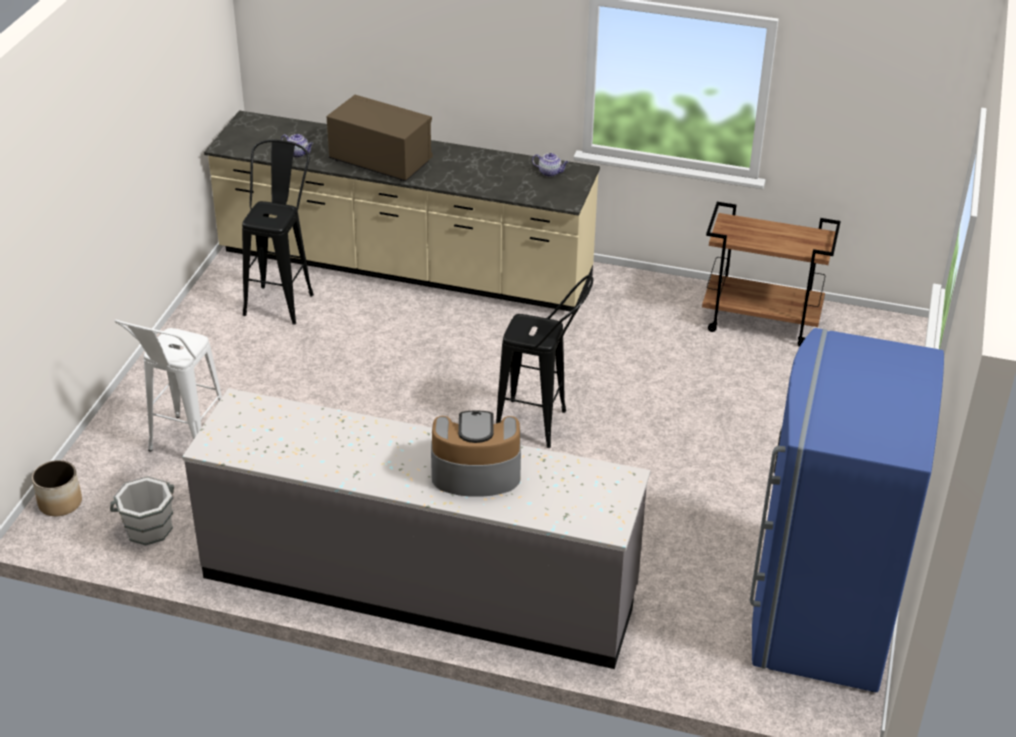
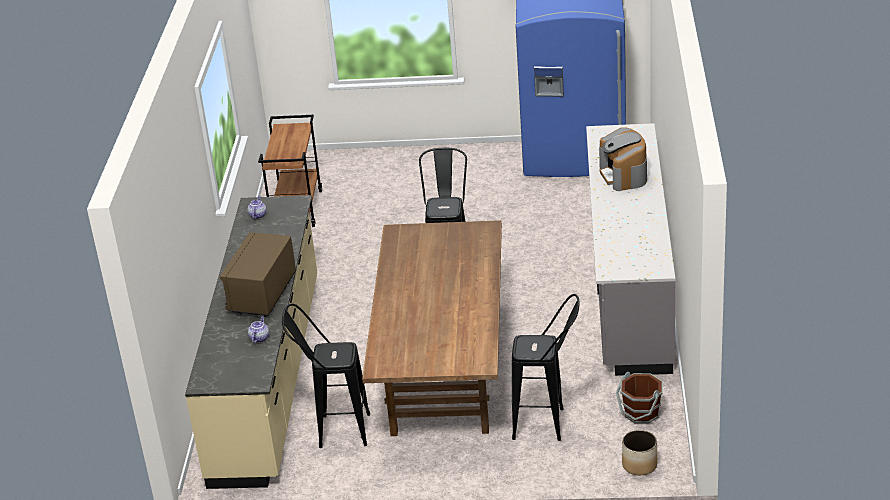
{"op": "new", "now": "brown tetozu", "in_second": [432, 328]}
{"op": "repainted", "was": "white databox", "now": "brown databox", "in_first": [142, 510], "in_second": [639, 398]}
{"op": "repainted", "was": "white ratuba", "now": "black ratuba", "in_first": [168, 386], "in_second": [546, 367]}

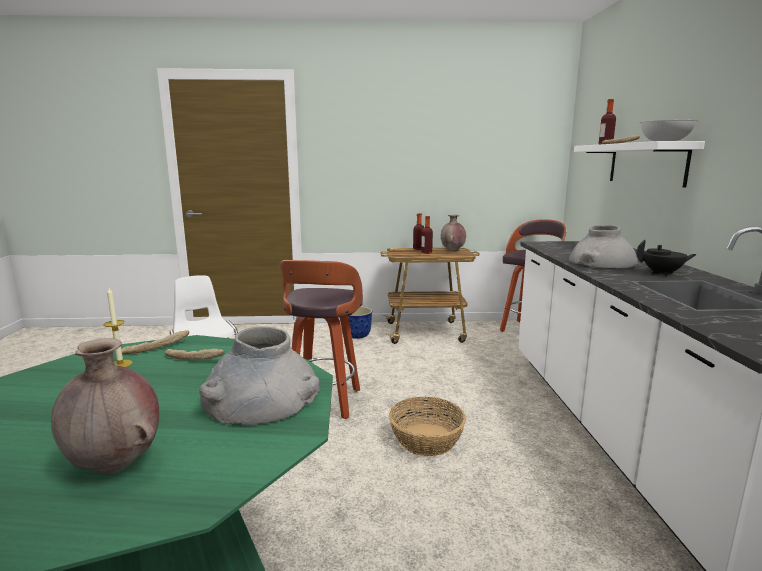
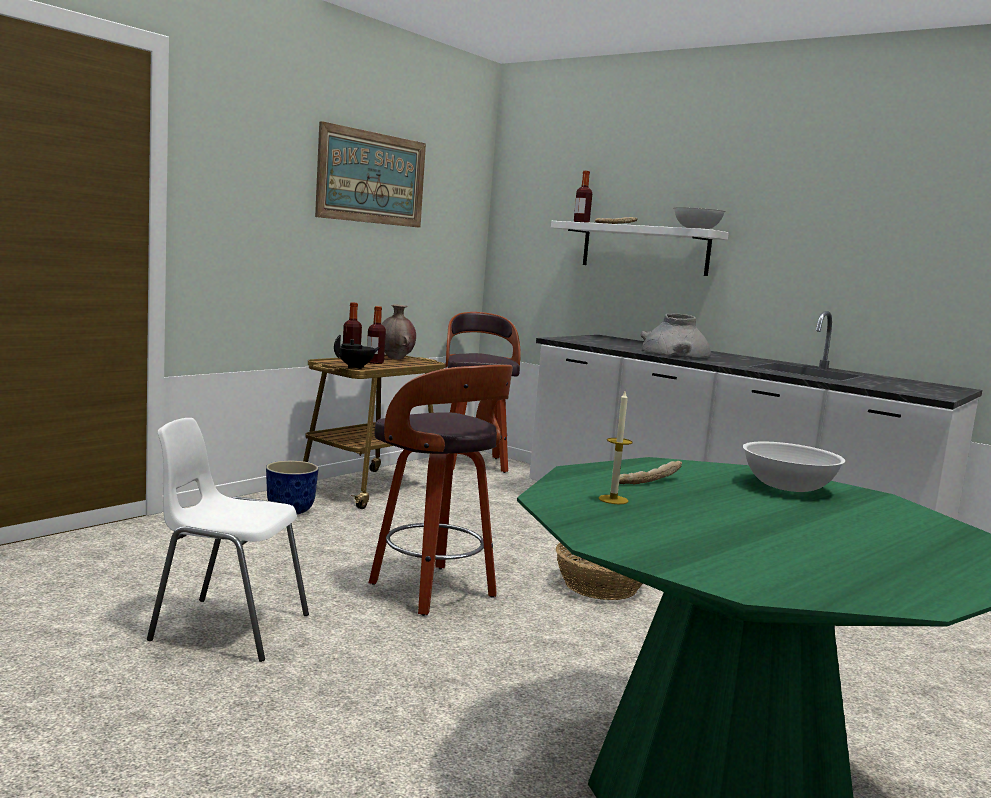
{"op": "gone", "was": "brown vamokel", "in_first": [105, 406]}
{"op": "gone", "was": "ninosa", "in_first": [155, 342]}
{"op": "new", "now": "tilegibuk", "in_second": [370, 174]}
{"op": "shifted", "was": "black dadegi", "in_first": [666, 258], "in_second": [357, 352]}
{"op": "swapped", "was": "grey vamokel", "now": "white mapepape", "in_first": [259, 376], "in_second": [794, 467]}

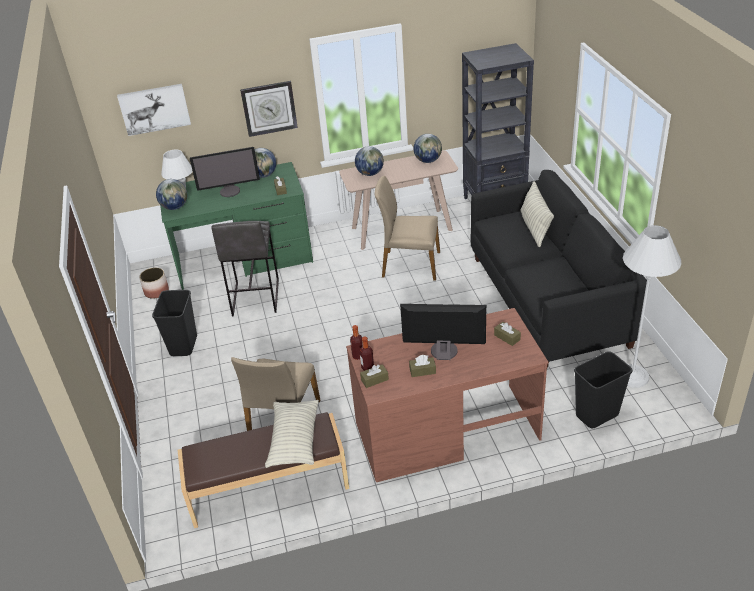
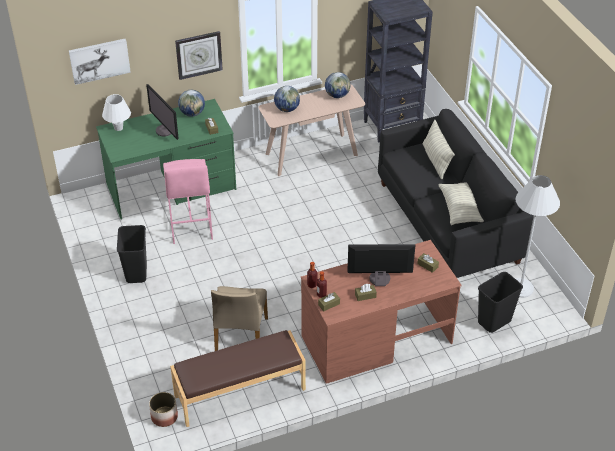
{"op": "gone", "was": "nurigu", "in_first": [171, 194]}
{"op": "gone", "was": "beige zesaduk", "in_first": [407, 228]}
{"op": "shifted", "was": "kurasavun", "in_first": [154, 283], "in_second": [163, 409]}
{"op": "shifted", "was": "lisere", "in_first": [292, 434], "in_second": [461, 203]}
{"op": "repainted", "was": "grey ratuba", "now": "pink ratuba", "in_first": [245, 268], "in_second": [188, 201]}
{"op": "rotated", "was": "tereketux", "in_first": [225, 172], "in_second": [162, 112], "clockwise": 75}

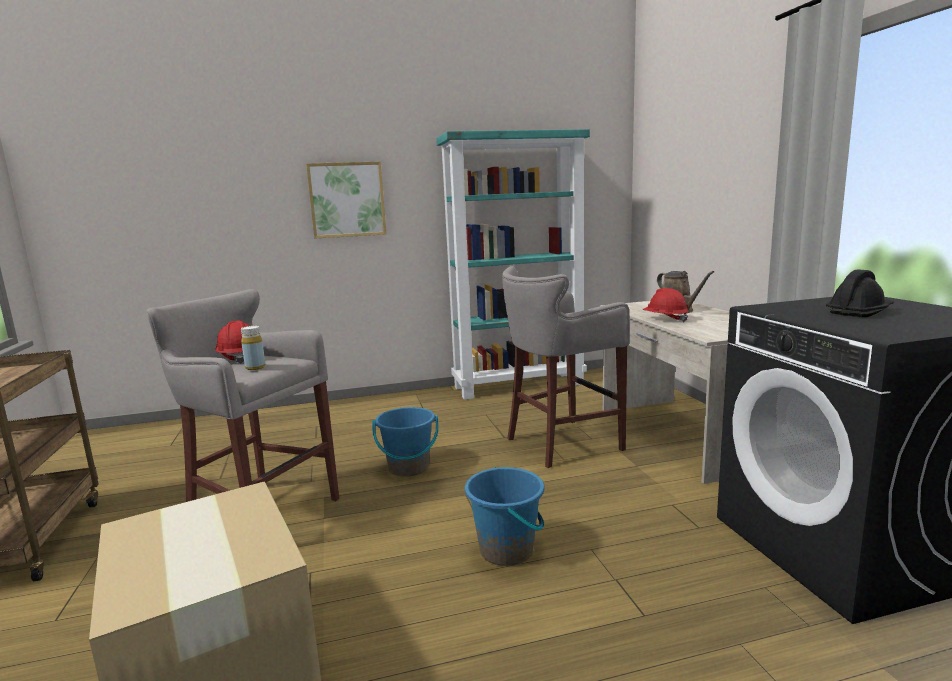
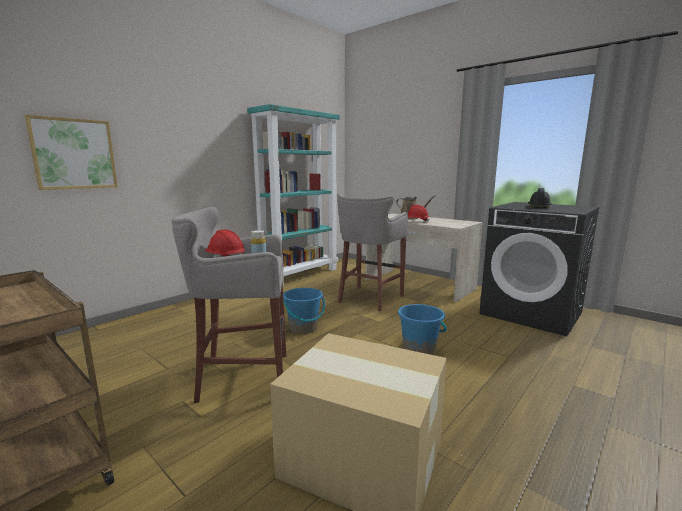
{"op": "shifted", "was": "tilegibuk", "in_first": [346, 200], "in_second": [71, 152]}

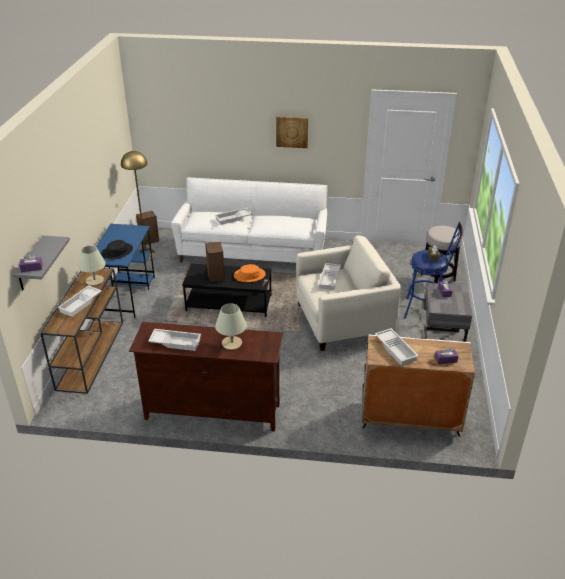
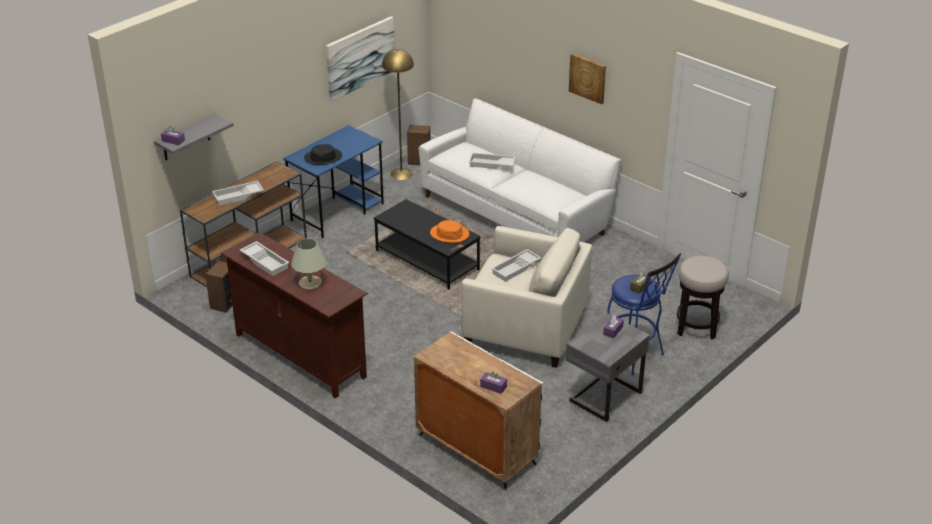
{"op": "gone", "was": "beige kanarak", "in_first": [92, 265]}
{"op": "gone", "was": "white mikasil", "in_first": [397, 347]}
{"op": "new", "now": "tilegibuk", "in_second": [360, 58]}
{"op": "shifted", "was": "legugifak", "in_first": [215, 262], "in_second": [219, 286]}

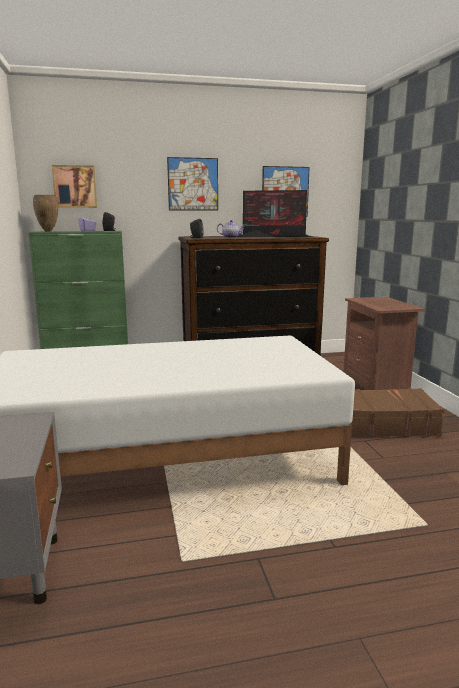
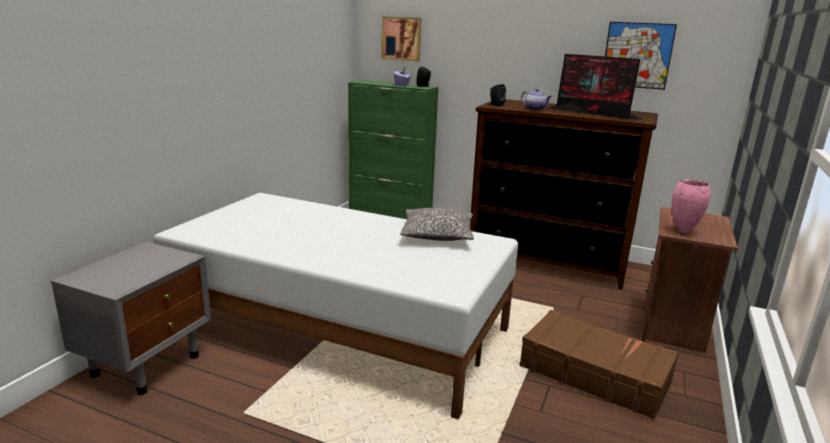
{"op": "gone", "was": "brown vamokel", "in_first": [45, 213]}
{"op": "gone", "was": "tilegibuk", "in_first": [192, 183]}
{"op": "new", "now": "lisere", "in_second": [437, 224]}
{"op": "new", "now": "pink vamokel", "in_second": [691, 206]}

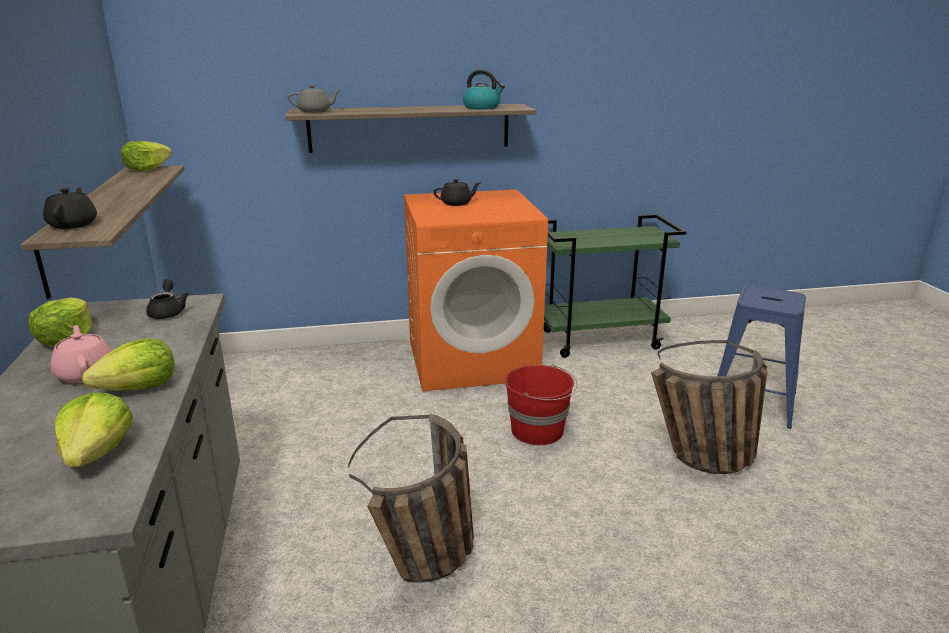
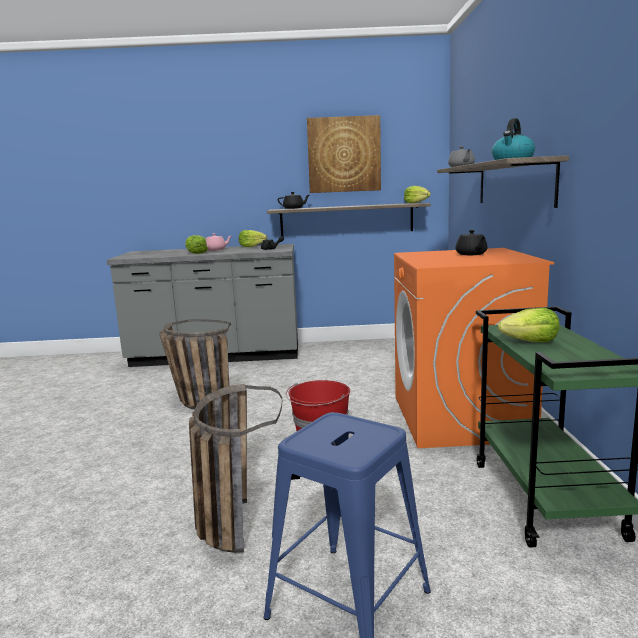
{"op": "new", "now": "tilegibuk", "in_second": [344, 154]}
{"op": "shifted", "was": "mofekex", "in_first": [94, 429], "in_second": [529, 325]}

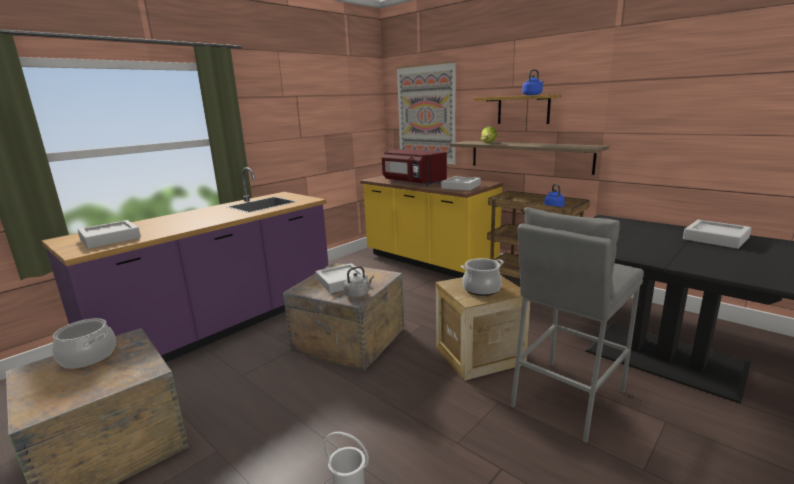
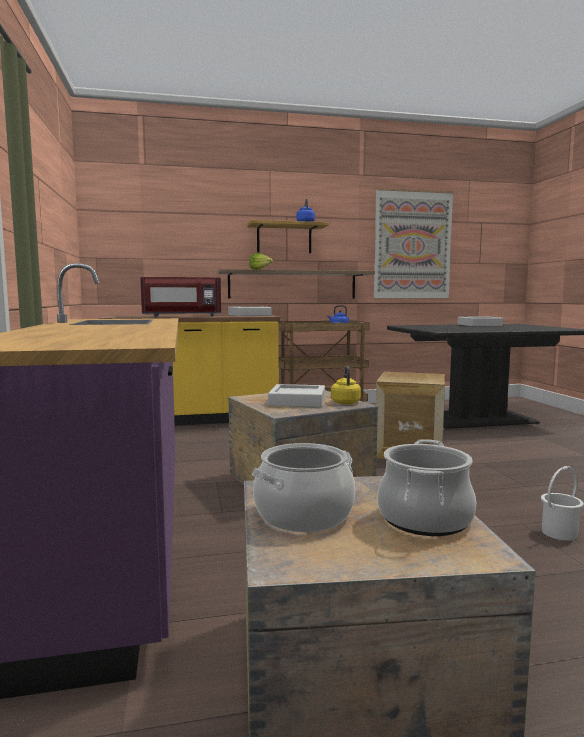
{"op": "gone", "was": "grey mikasil", "in_first": [109, 234]}
{"op": "gone", "was": "grey ratuba", "in_first": [577, 325]}
{"op": "shifted", "was": "tilegibuk", "in_first": [426, 113], "in_second": [413, 244]}
{"op": "shifted", "was": "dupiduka", "in_first": [482, 277], "in_second": [426, 487]}
{"op": "repainted", "was": "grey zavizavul", "now": "yellow zavizavul", "in_first": [359, 282], "in_second": [346, 385]}

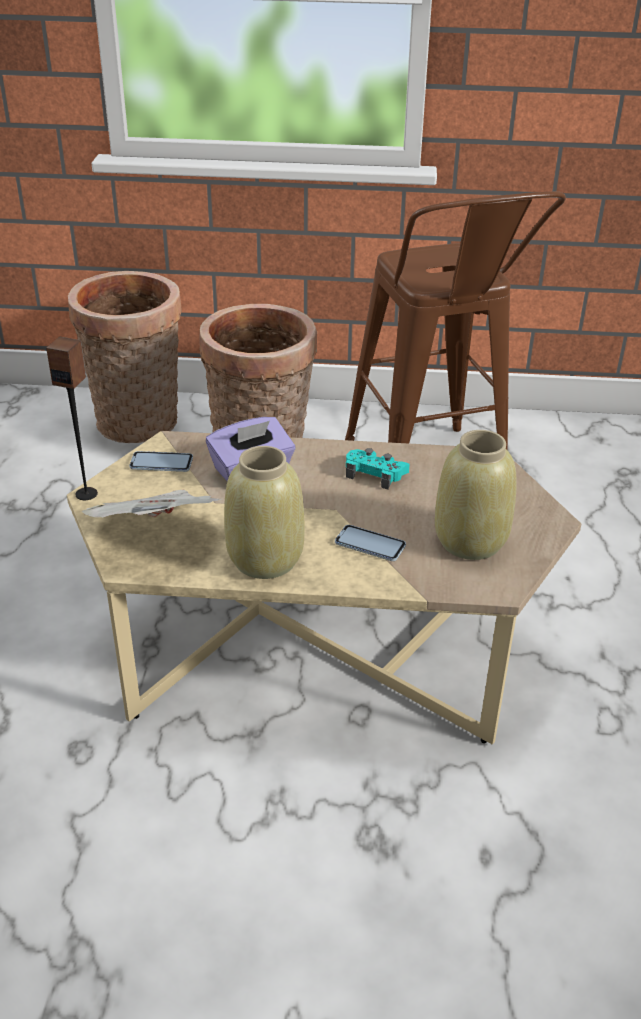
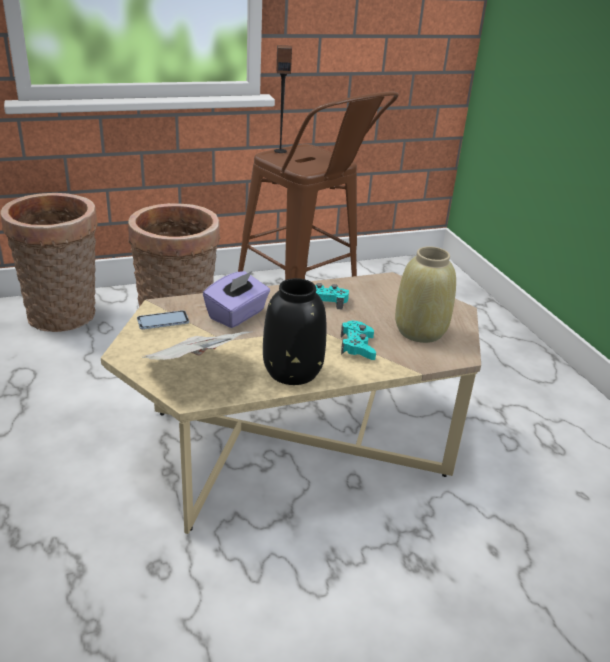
{"op": "shifted", "was": "legugifak", "in_first": [72, 418], "in_second": [283, 99]}
{"op": "swapped", "was": "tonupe", "now": "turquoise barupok", "in_first": [370, 543], "in_second": [358, 340]}
{"op": "repainted", "was": "beige vamokel", "now": "black vamokel", "in_first": [264, 512], "in_second": [294, 331]}

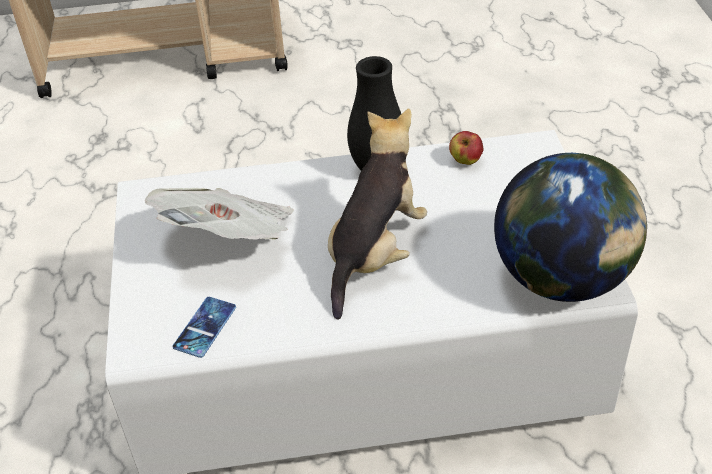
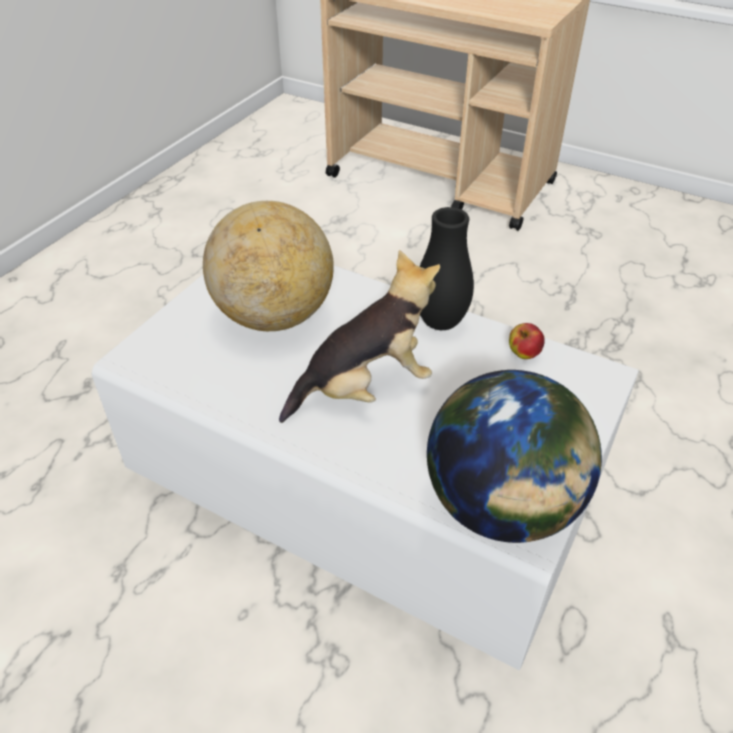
{"op": "gone", "was": "tonupe", "in_first": [204, 327]}
{"op": "swapped", "was": "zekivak", "now": "nurigu", "in_first": [219, 214], "in_second": [268, 266]}

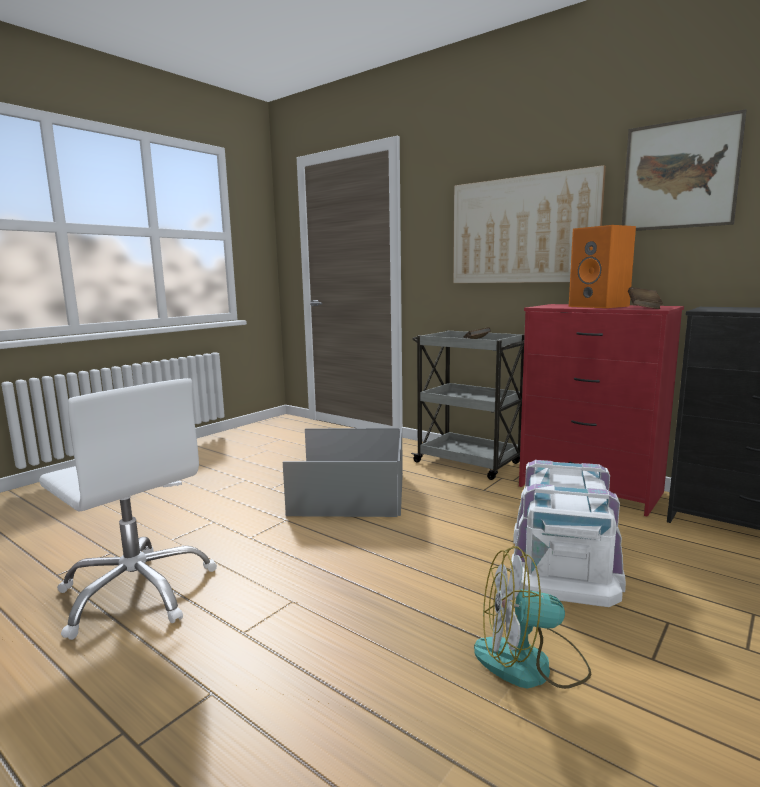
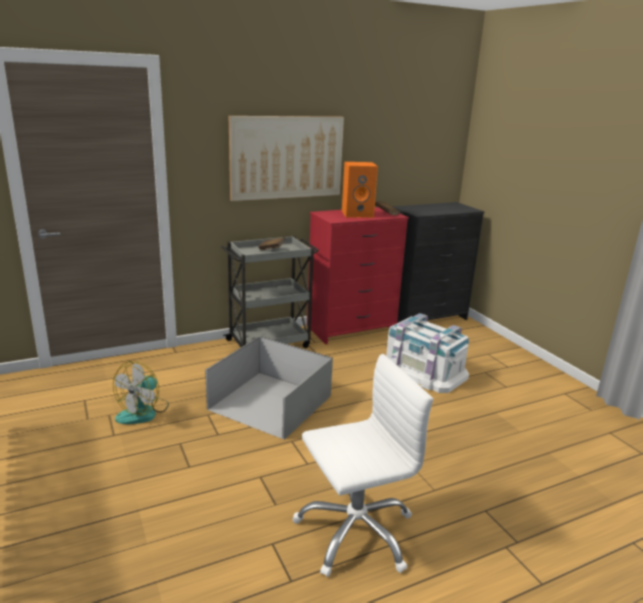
{"op": "gone", "was": "tilegibuk", "in_first": [684, 170]}
{"op": "shifted", "was": "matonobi", "in_first": [532, 617], "in_second": [141, 392]}

